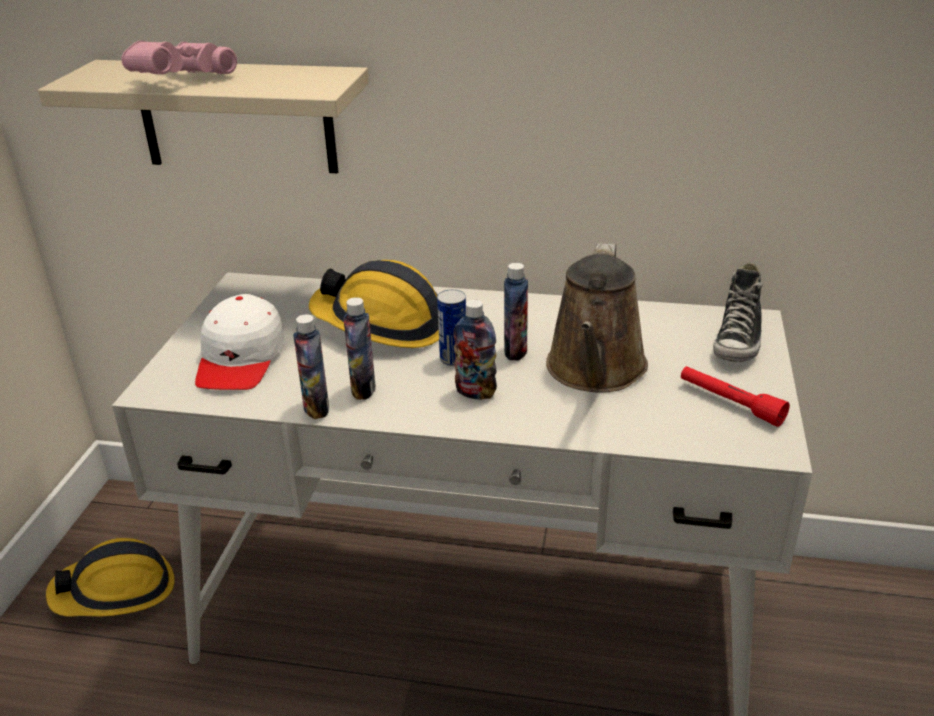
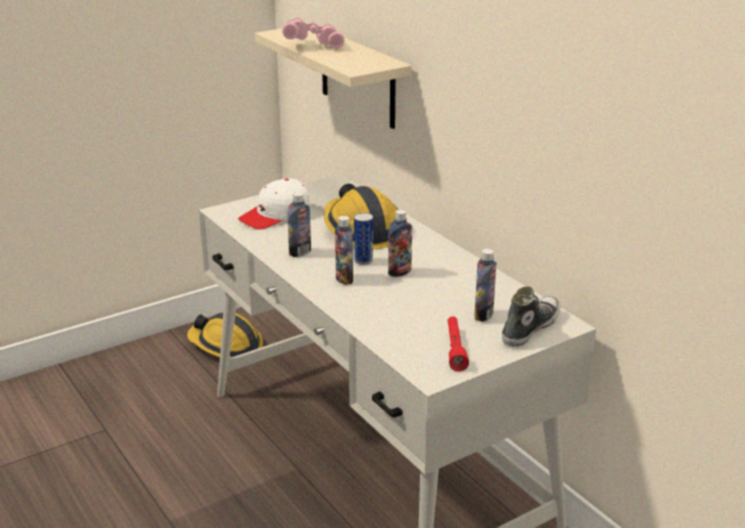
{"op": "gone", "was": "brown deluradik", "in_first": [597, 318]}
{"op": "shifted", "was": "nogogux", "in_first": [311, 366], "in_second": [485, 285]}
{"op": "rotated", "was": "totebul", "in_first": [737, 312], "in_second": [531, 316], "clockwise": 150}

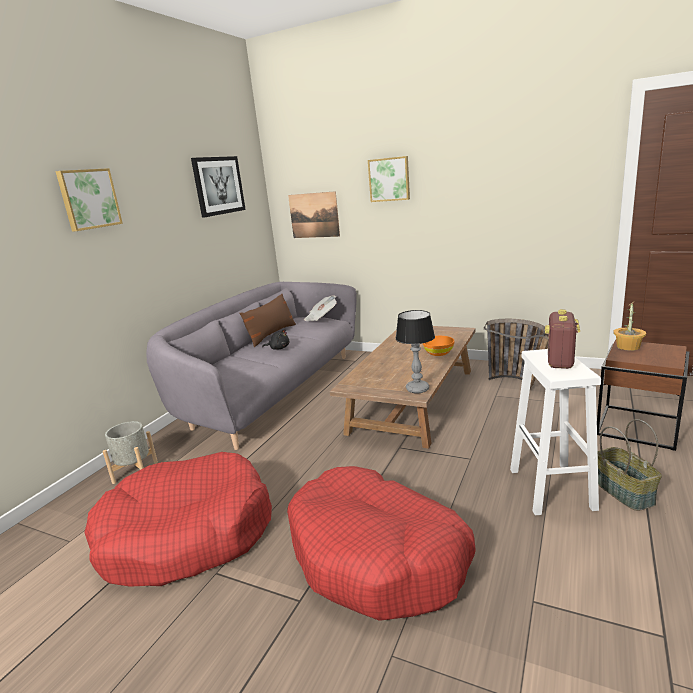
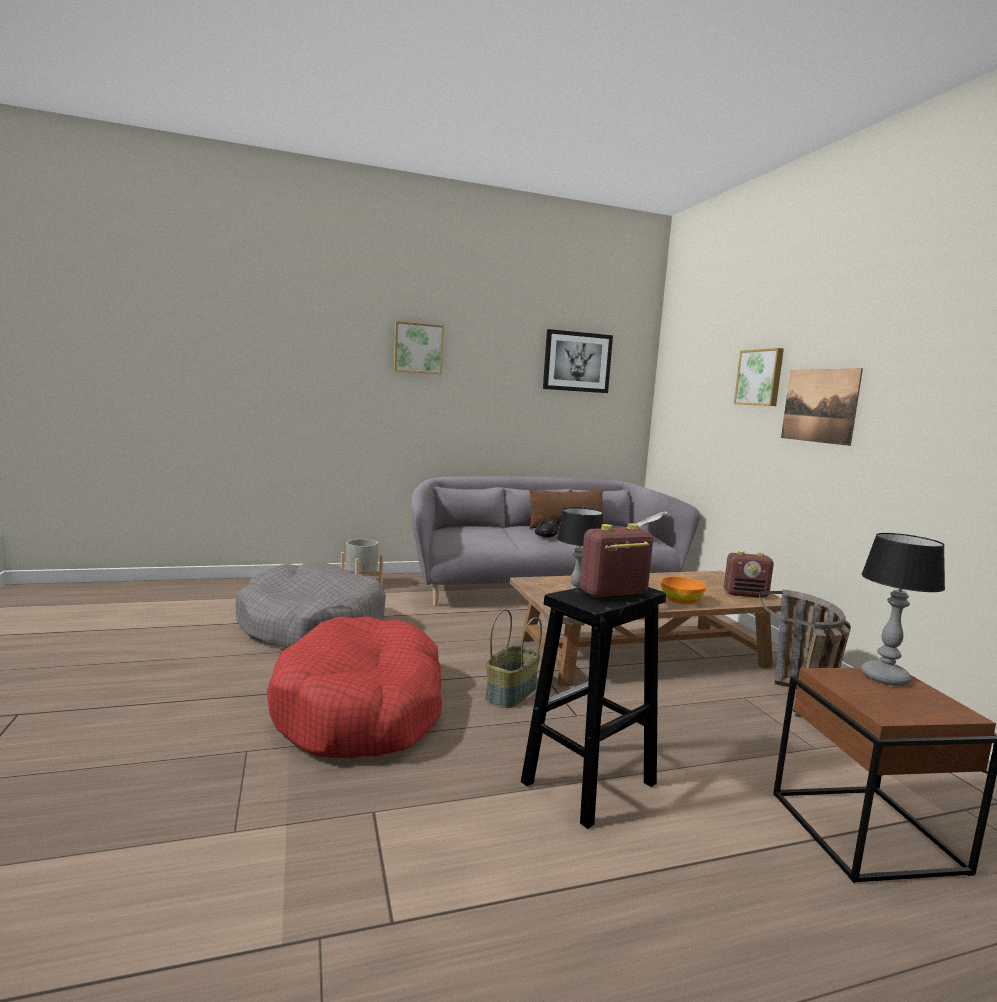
{"op": "new", "now": "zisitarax", "in_second": [749, 574]}
{"op": "shifted", "was": "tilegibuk", "in_first": [314, 214], "in_second": [822, 407]}
{"op": "shifted", "was": "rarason", "in_first": [630, 465], "in_second": [513, 658]}
{"op": "swapped", "was": "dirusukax", "now": "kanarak", "in_first": [630, 326], "in_second": [903, 609]}
{"op": "repainted", "was": "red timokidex", "now": "grey timokidex", "in_first": [178, 519], "in_second": [311, 605]}
{"op": "repainted", "was": "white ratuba", "now": "black ratuba", "in_first": [555, 432], "in_second": [593, 708]}

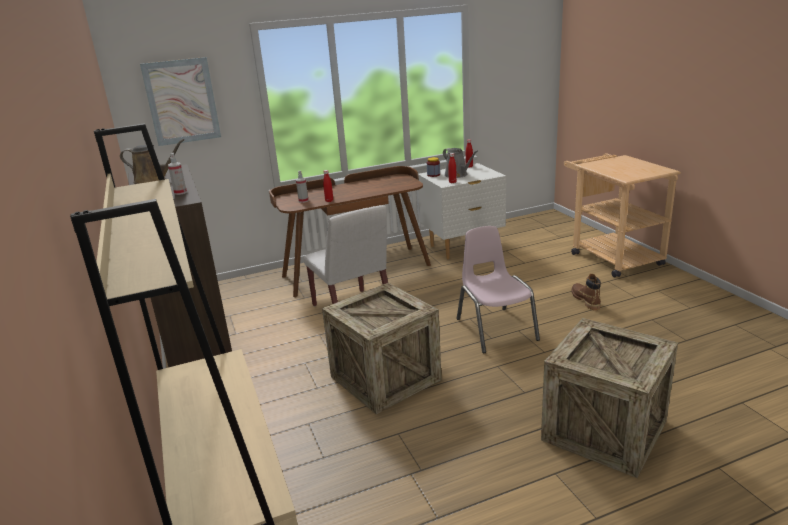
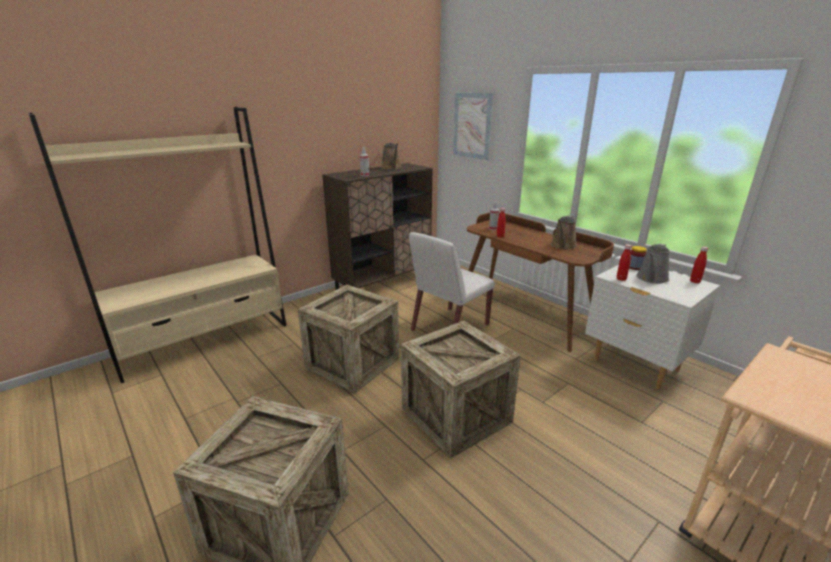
{"op": "gone", "was": "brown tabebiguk", "in_first": [586, 292]}
{"op": "new", "now": "brown deluradik", "in_second": [564, 232]}
{"op": "swapped", "was": "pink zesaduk", "now": "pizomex", "in_first": [498, 289], "in_second": [461, 389]}

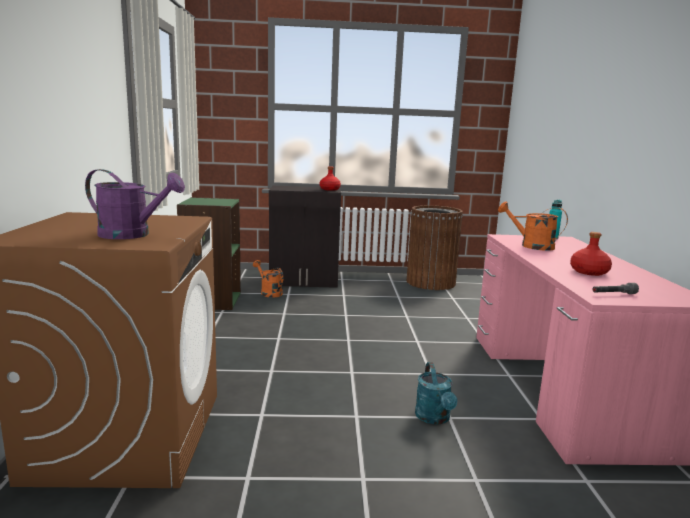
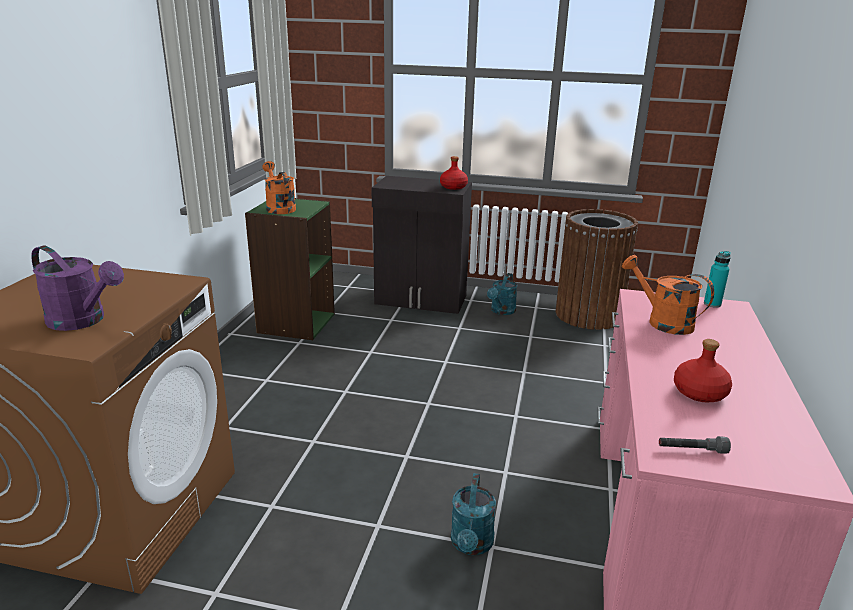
{"op": "new", "now": "turquoise deluradik", "in_second": [502, 294]}
{"op": "shifted", "was": "orange deluradik", "in_first": [268, 279], "in_second": [279, 187]}

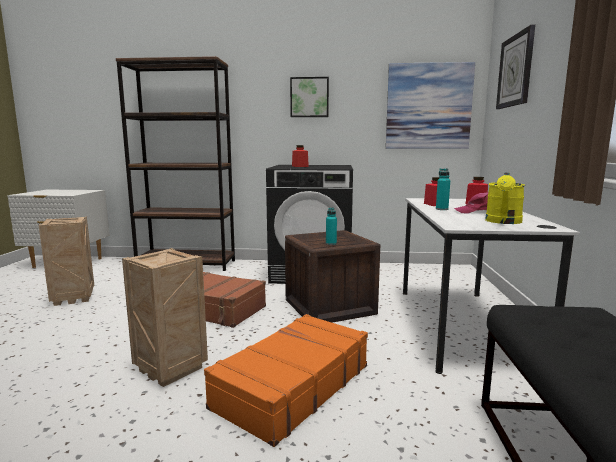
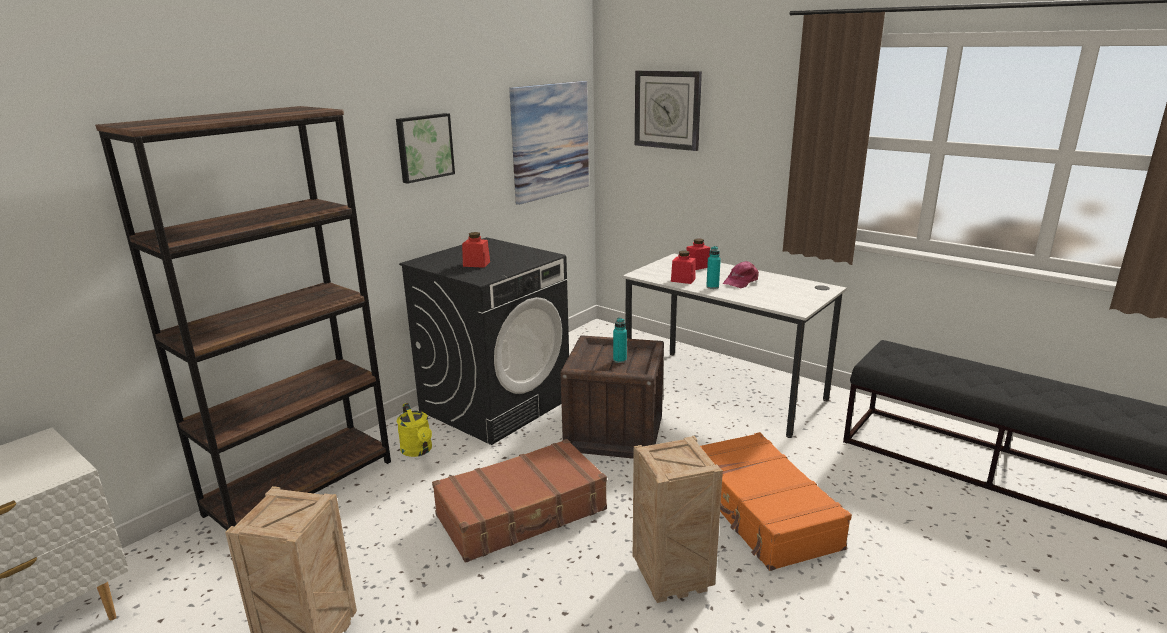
{"op": "shifted", "was": "yellow deluradik", "in_first": [505, 198], "in_second": [414, 430]}

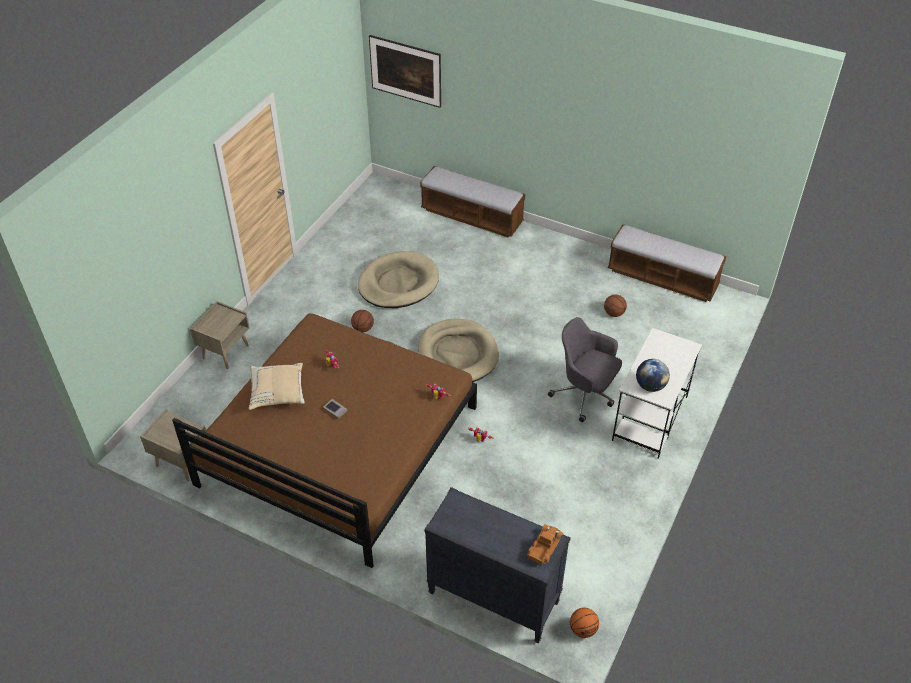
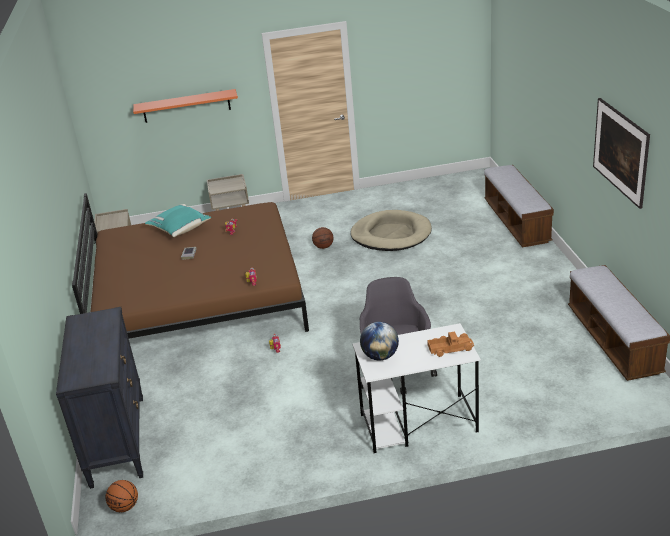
{"op": "gone", "was": "beige timokidex", "in_first": [458, 350]}
{"op": "gone", "was": "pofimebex", "in_first": [615, 305]}
{"op": "new", "now": "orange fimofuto", "in_second": [185, 106]}
{"op": "shifted", "was": "tilegibuk", "in_first": [405, 71], "in_second": [621, 153]}
{"op": "shifted", "was": "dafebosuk", "in_first": [545, 544], "in_second": [450, 344]}
{"op": "repainted", "was": "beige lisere", "now": "turquoise lisere", "in_first": [277, 386], "in_second": [178, 220]}

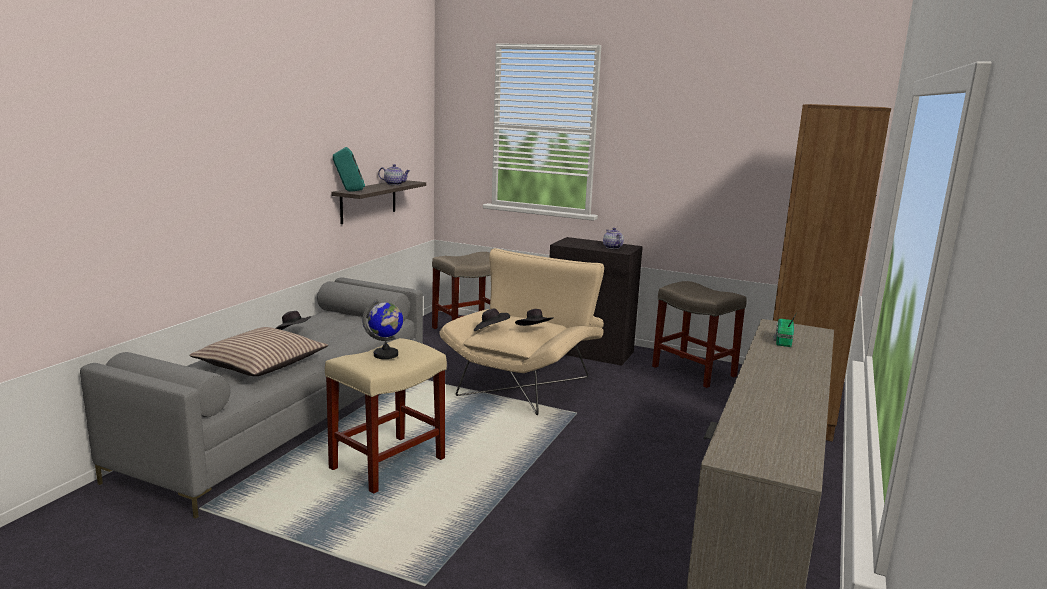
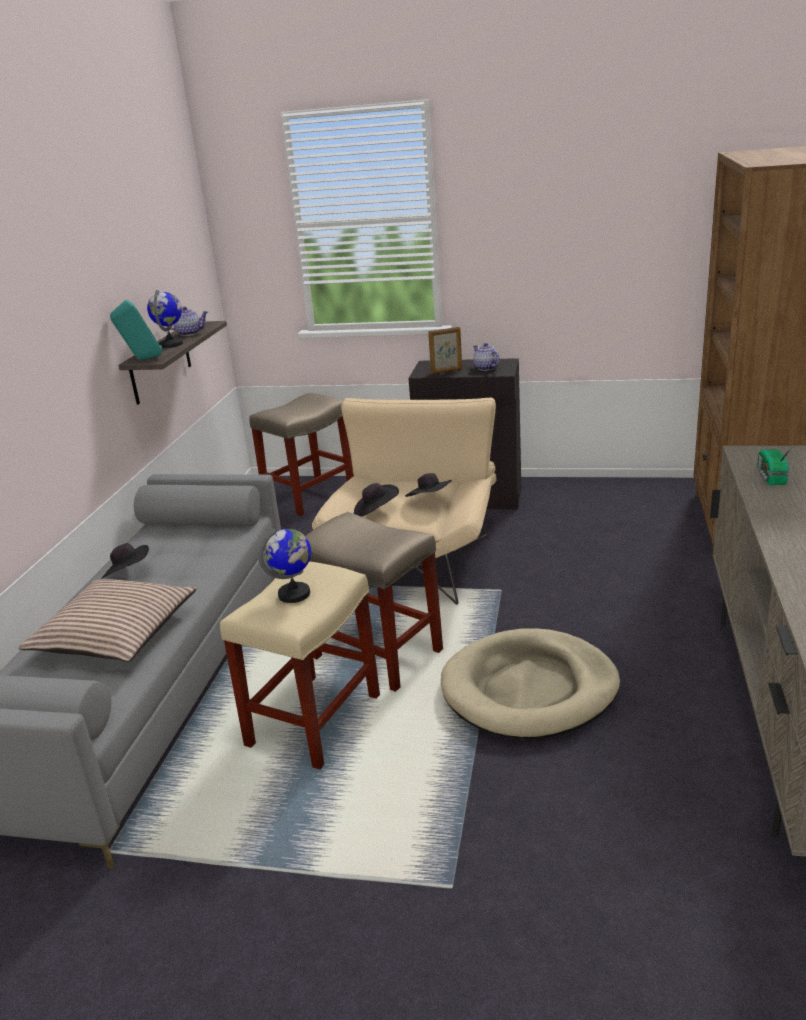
{"op": "new", "now": "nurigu", "in_second": [165, 319]}
{"op": "new", "now": "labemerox", "in_second": [445, 350]}
{"op": "new", "now": "beige timokidex", "in_second": [530, 684]}
{"op": "shifted", "was": "beige ratuba", "in_first": [699, 334], "in_second": [374, 602]}

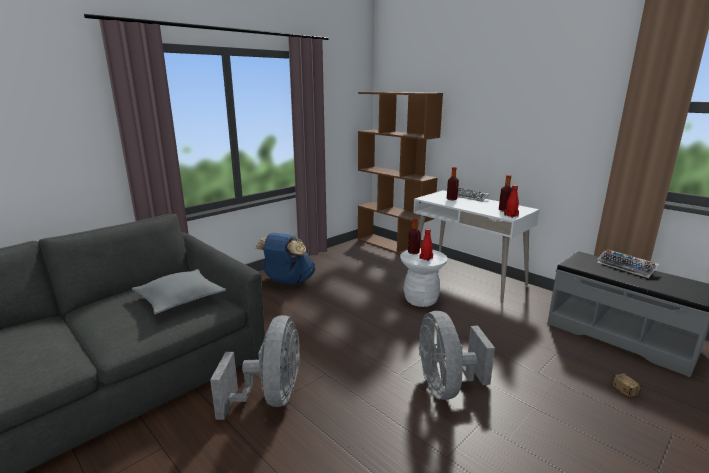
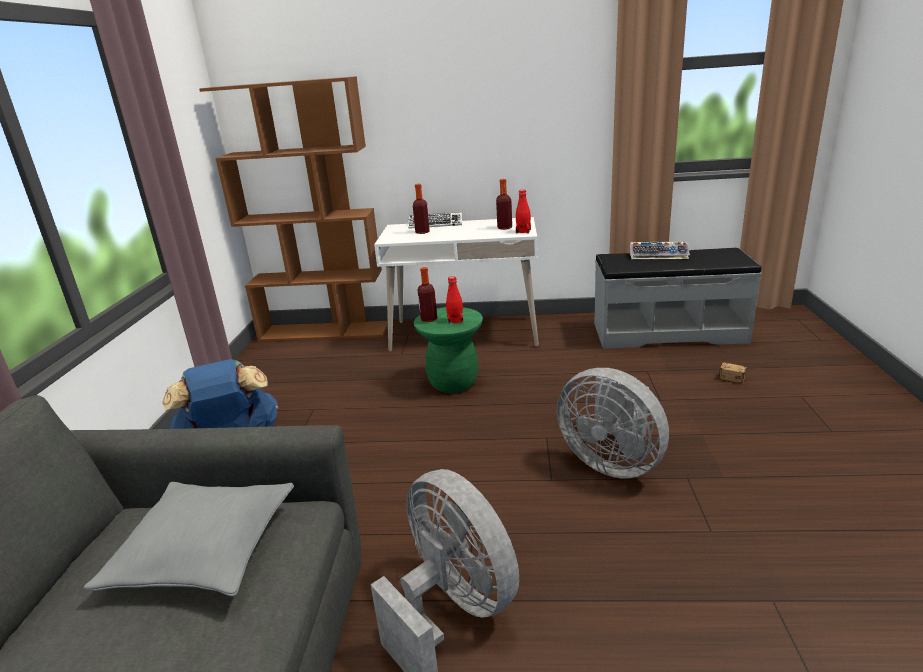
{"op": "repainted", "was": "white ratuba", "now": "green ratuba", "in_first": [424, 277], "in_second": [448, 350]}

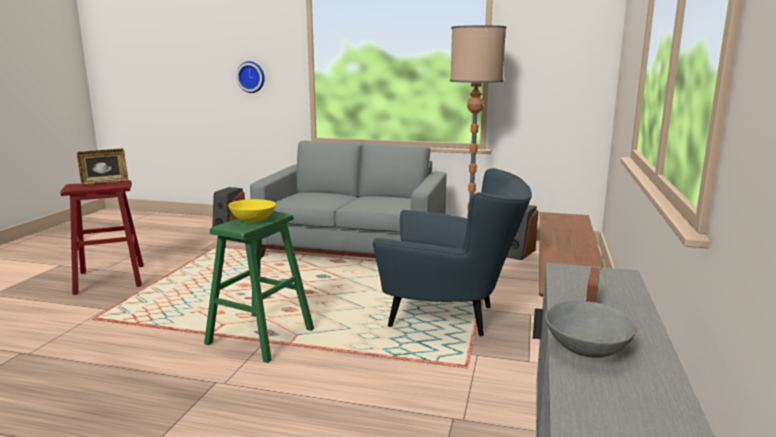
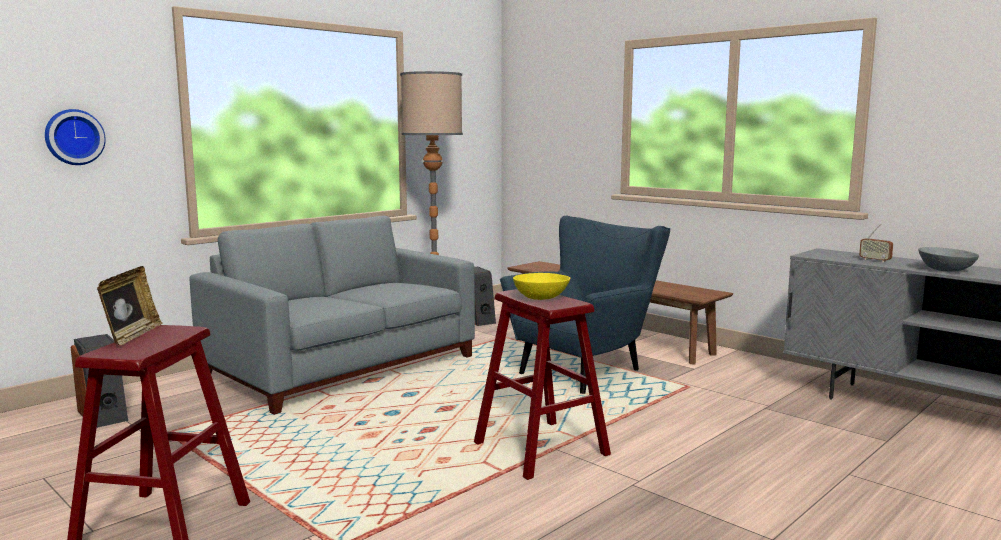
{"op": "repainted", "was": "green ratuba", "now": "red ratuba", "in_first": [259, 287], "in_second": [542, 384]}

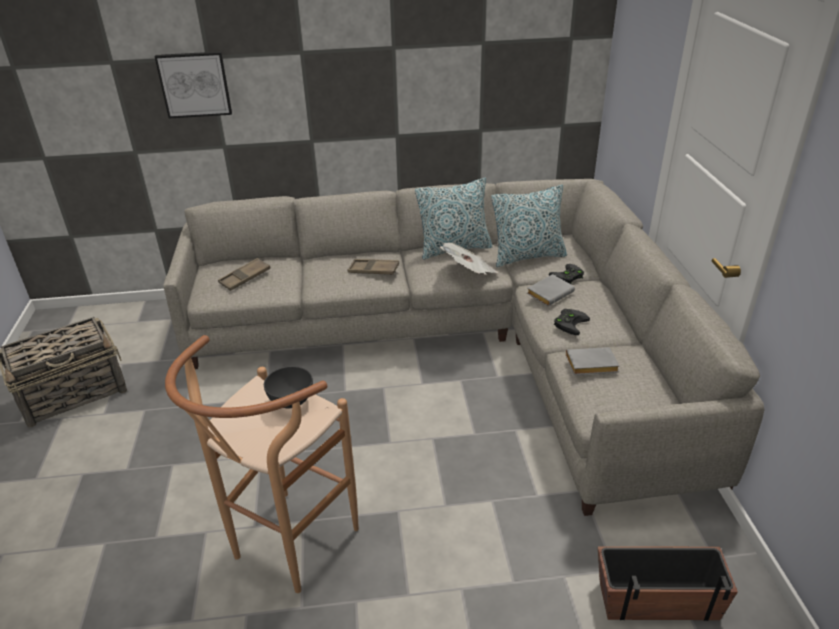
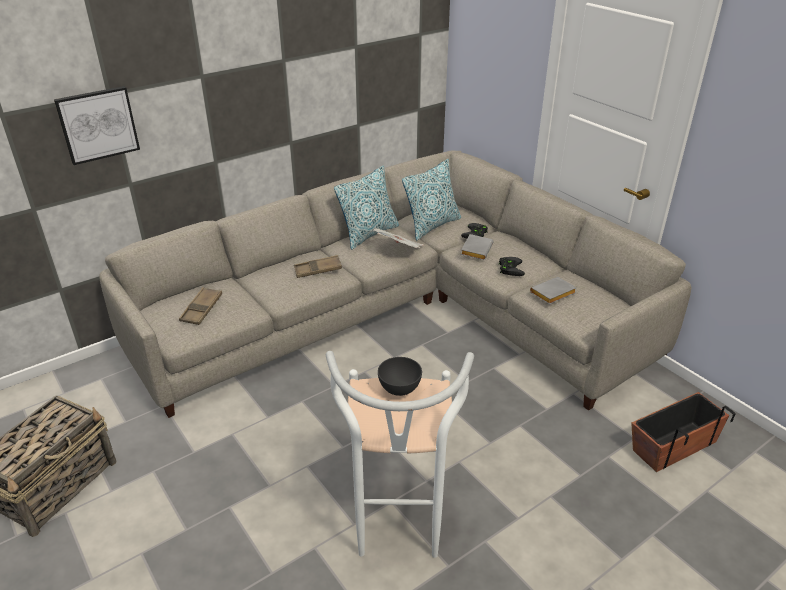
{"op": "repainted", "was": "brown ratuba", "now": "white ratuba", "in_first": [262, 464], "in_second": [400, 454]}

